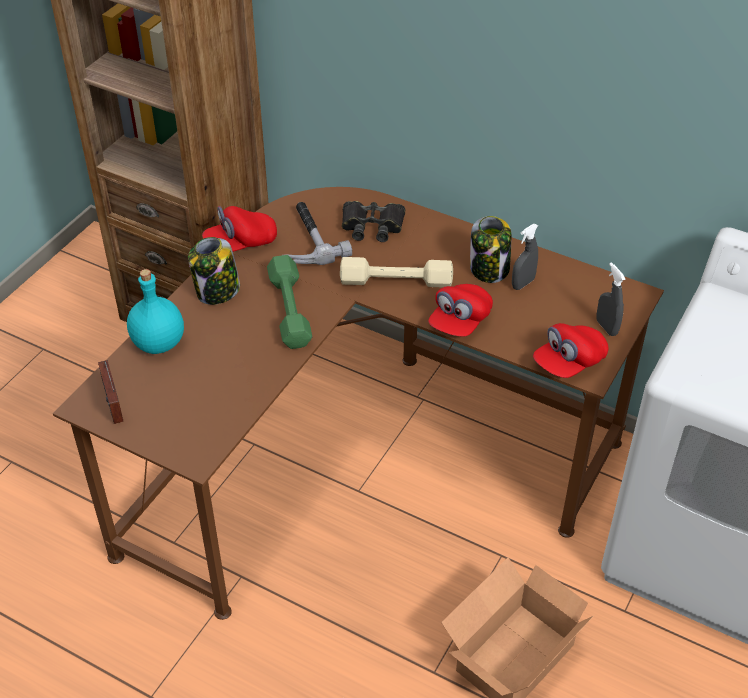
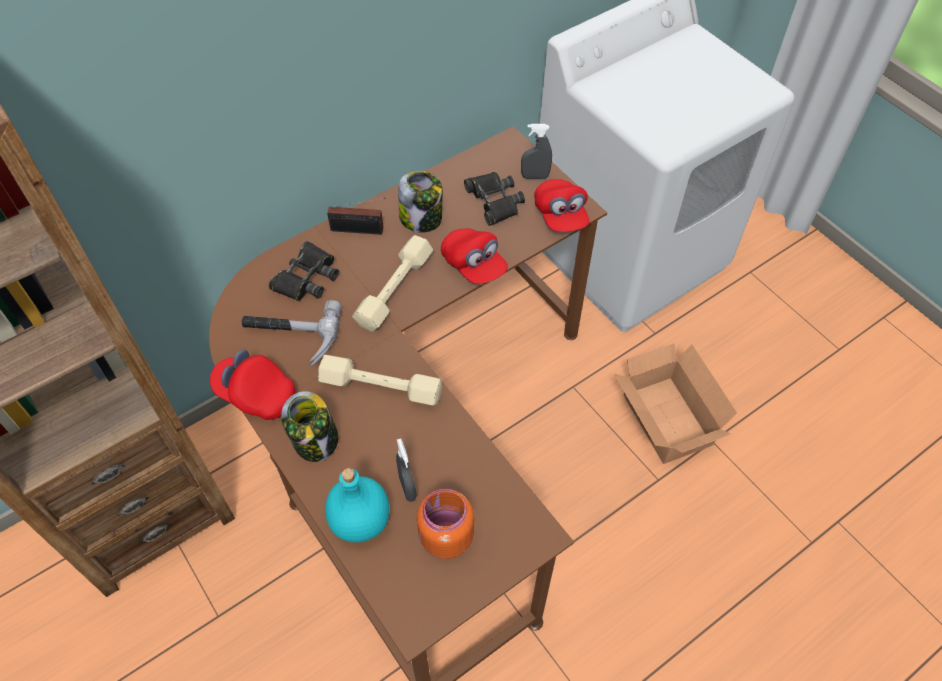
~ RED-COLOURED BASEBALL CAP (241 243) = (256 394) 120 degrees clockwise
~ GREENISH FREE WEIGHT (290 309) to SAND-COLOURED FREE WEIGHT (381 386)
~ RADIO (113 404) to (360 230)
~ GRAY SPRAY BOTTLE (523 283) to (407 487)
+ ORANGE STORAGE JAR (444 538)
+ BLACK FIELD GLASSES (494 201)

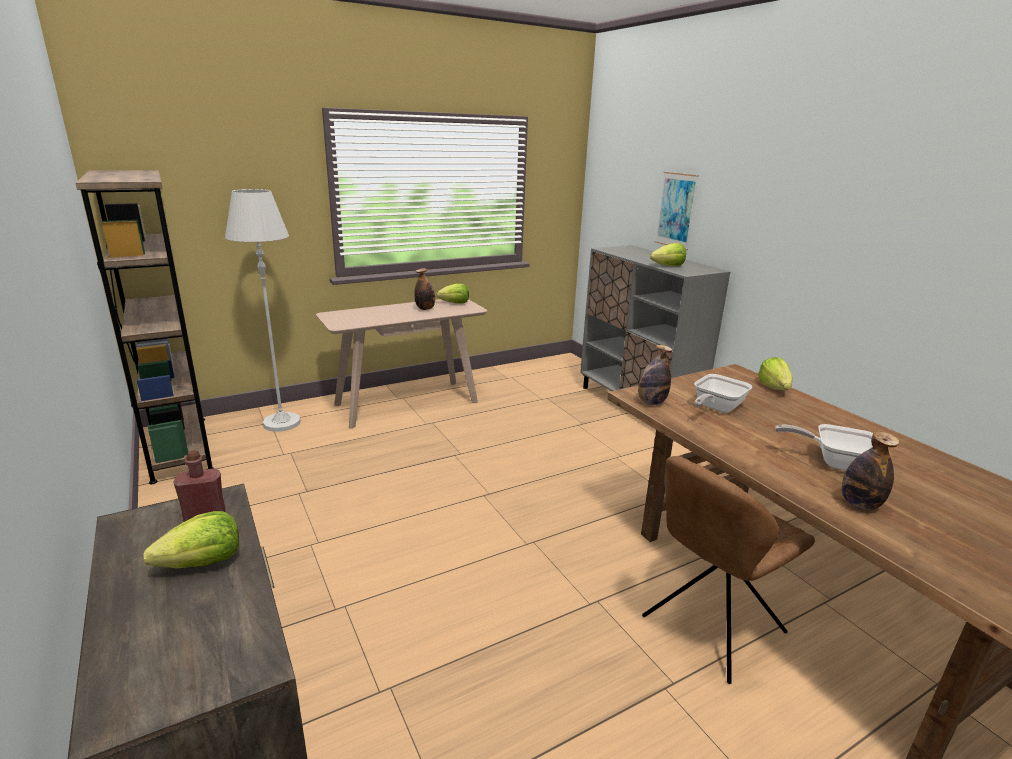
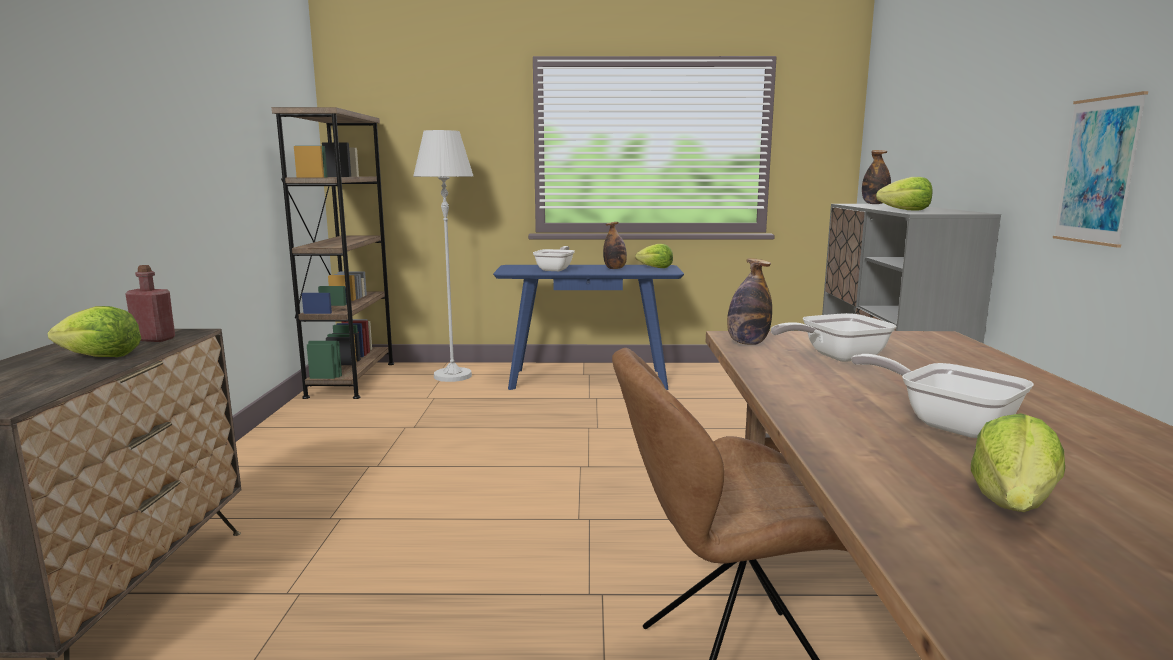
~ SAND-COLOURED NARROW TABLE (407 403) to BLUE NARROW TABLE (588 379)
+ FRYING PAN (556 269)
~ BOTTLE (859 504) to (874 204)
~ LETTUCE HEAD (774 388) to (1012 503)
~ PICTURE (676 210) to (1098 171)

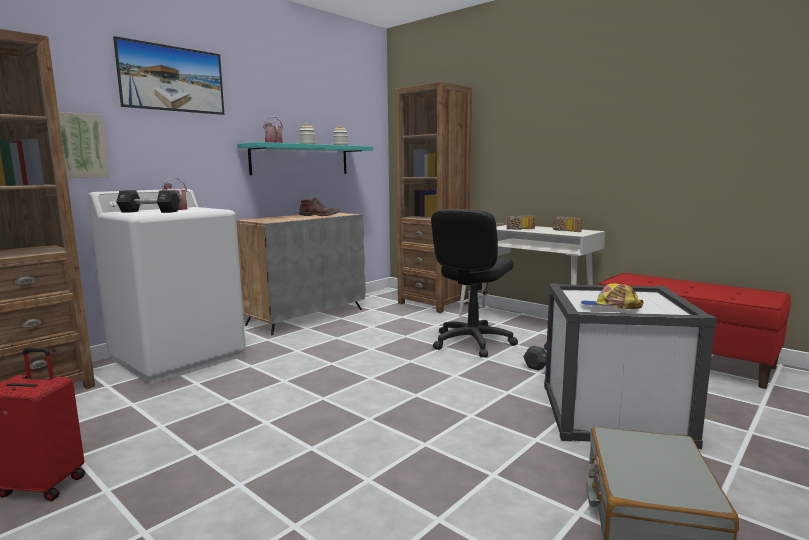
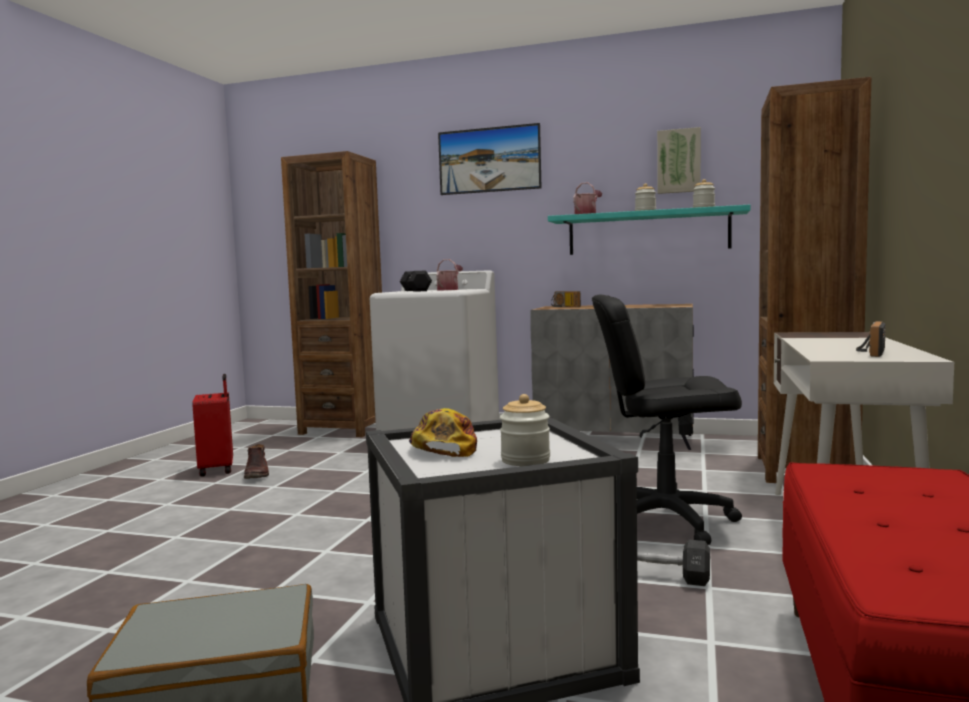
~ BROWN HIGH-TOP BOOT (319 215) to (257 474)
+ STORAGE JAR (525 460)
~ RADIO (520 229) to (564 307)
~ PICTURE (80 146) to (679 161)

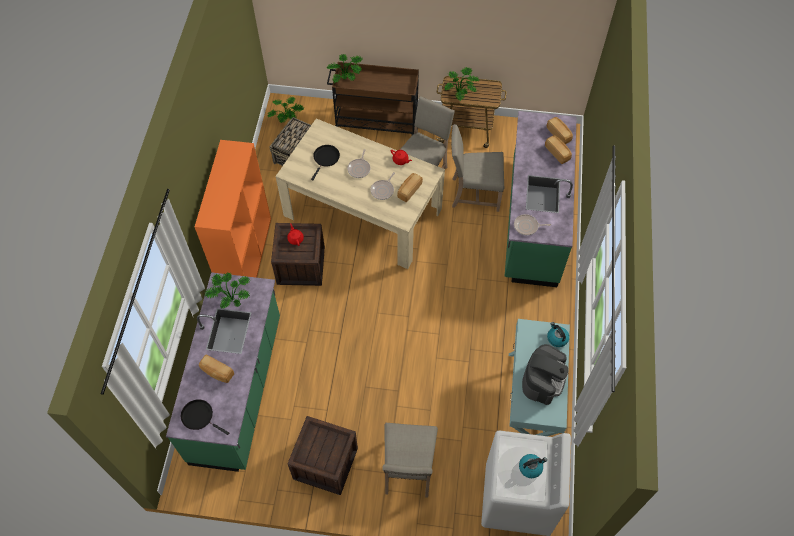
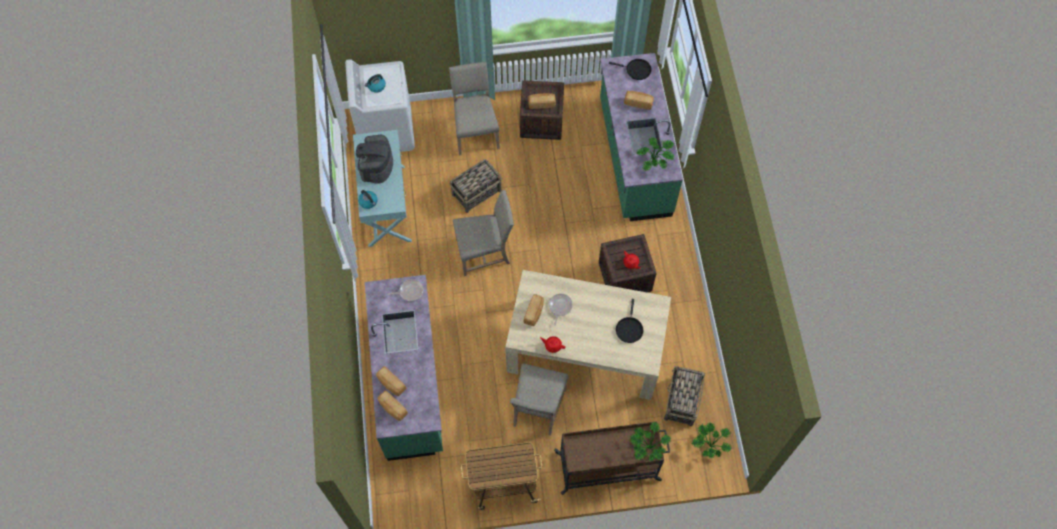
+ BASKET (477 192)
~ SAND-COLOURED UPRIGHT CHAIR (473 193) to (485 252)
+ BAKERY BREAD (541 104)
- ORANGE BOOKCASE (246 255)
- FRYING PAN (359 168)
- HOUSEPLANT (460 93)

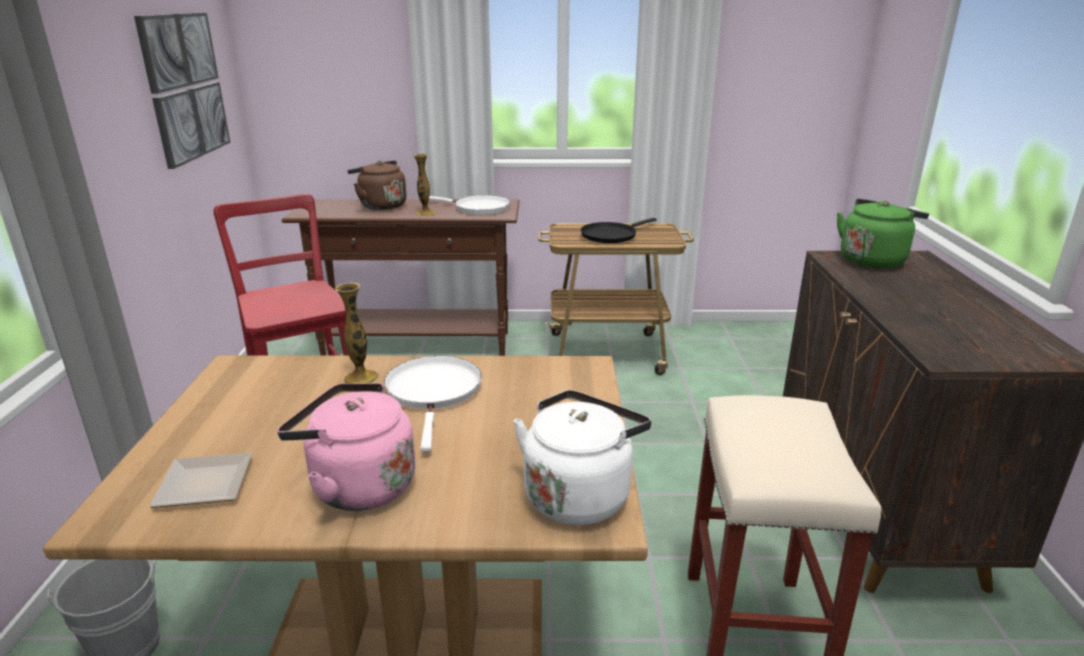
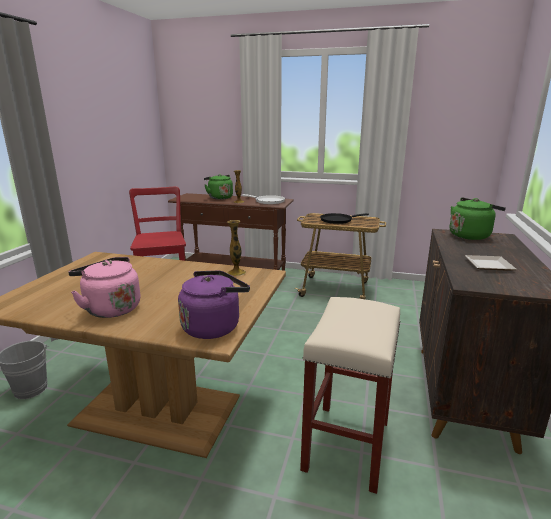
~ WHITE TEA KETTLE (579 494) to PURPLE TEA KETTLE (214 326)
~ BROWN TEA KETTLE (380 206) to GREENISH TEA KETTLE (219 197)
~ DECORATIVE VASE (361 378) to (236 272)
~ FLAT DISH (201 486) to (488 265)
- PICTURE (185 87)
- WHITE FRYING PAN (434 392)

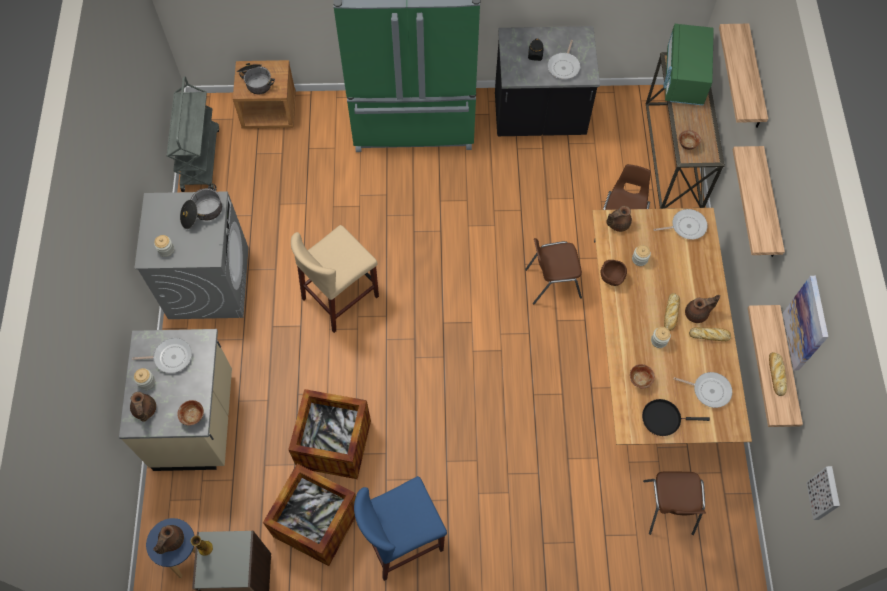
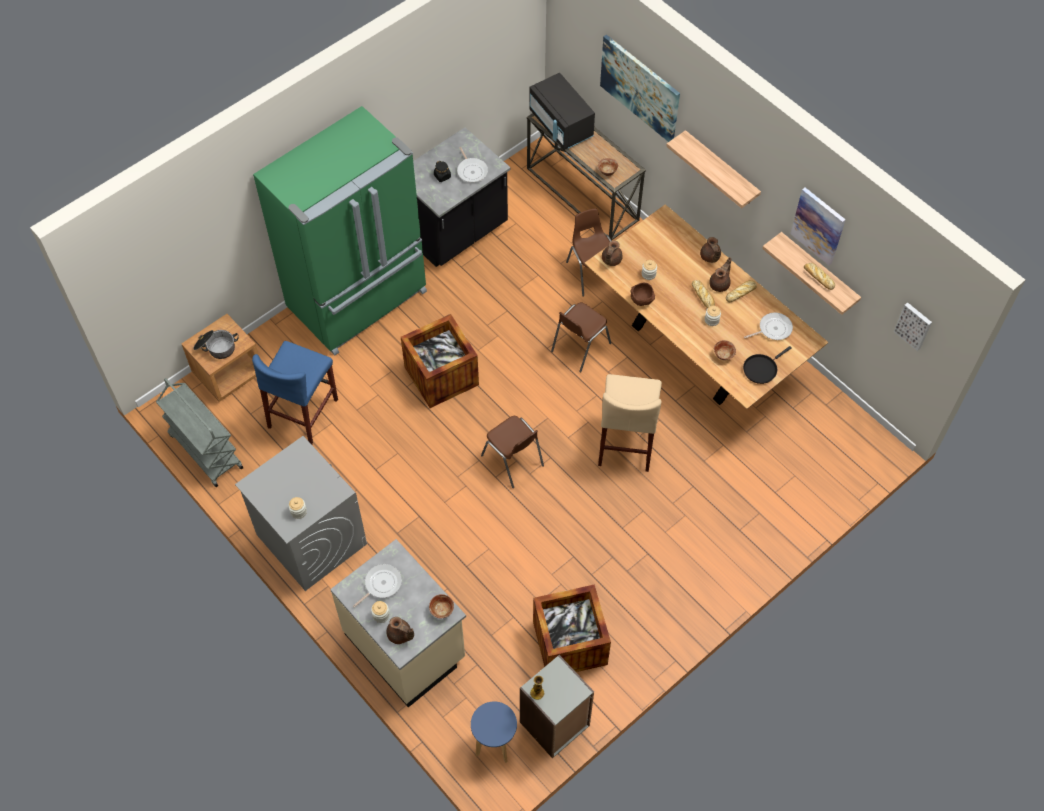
~ BLUE STOOL SEAT (402 539) to (303 413)
~ SHIPPING CRATE (334 444) to (441 376)
~ BROWN UPRIGHT CHAIR (668 508) to (513 461)
~ GREENISH MICROWAVE OVEN (684 78) to BLACK MICROWAVE OVEN (561 125)
~ SAND-COLOURED STOOL SEAT (340 297) to (626 443)
~ BRACKET SHELF (754 79) to PICTURE (640 88)
~ BROWN POT FOR TEA (171 540) to (710 257)
- COOKING POT (202 213)
- FRYING PAN (686 226)

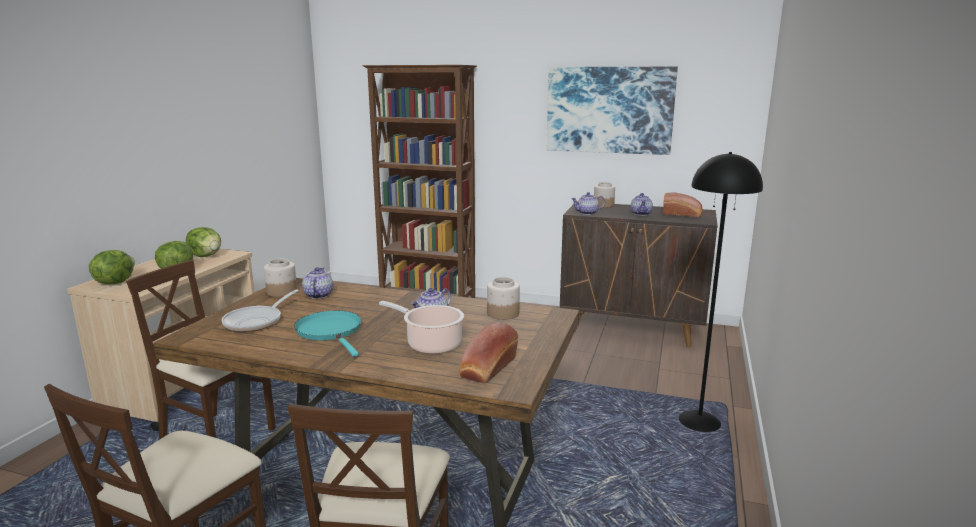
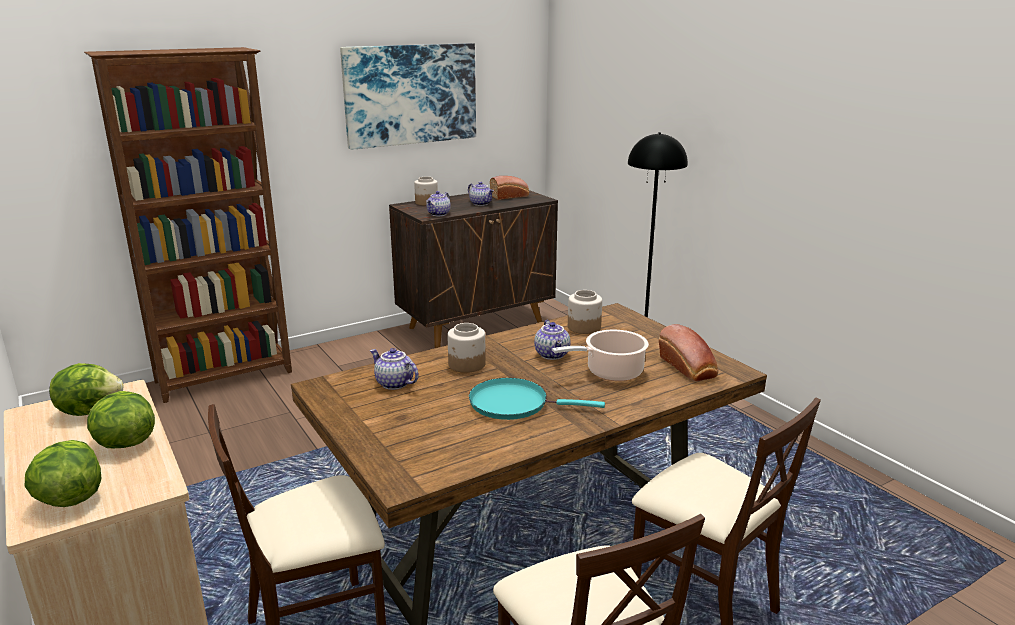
~ STORAGE JAR (281 292) to (466 364)
- FRYING PAN (257 321)

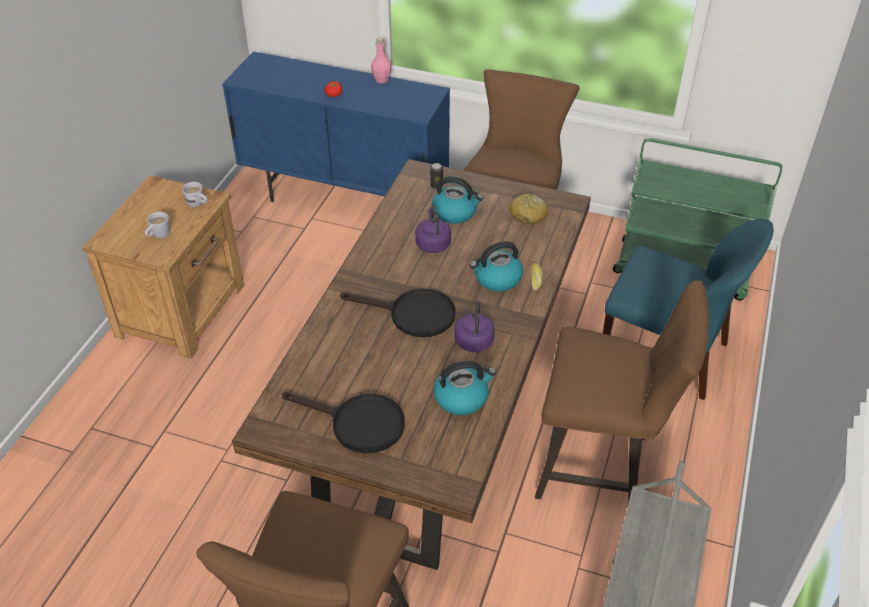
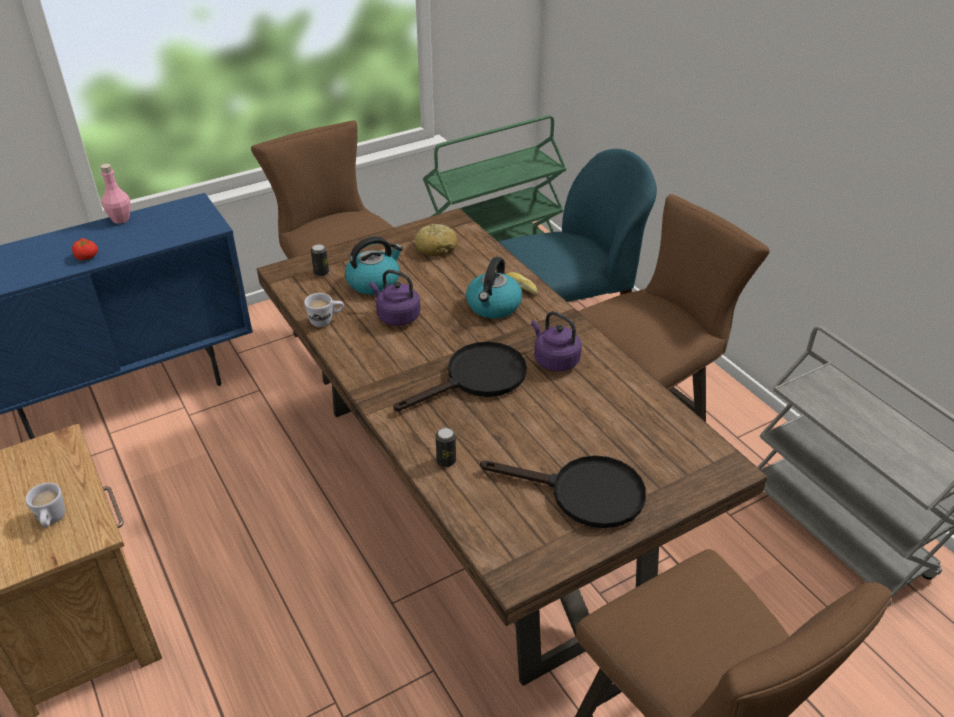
~ WHITE TEA MUG (198 204) to (326 321)
+ CAN (446 461)
~ BLACK FRYING PAN (358 424) = (584 494) 45 degrees clockwise
- TEA KETTLE (461 398)

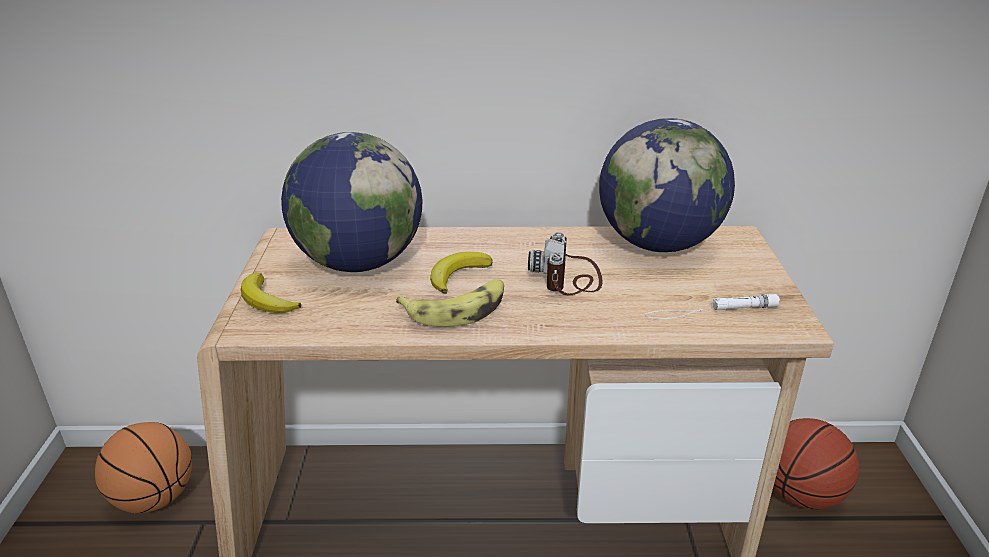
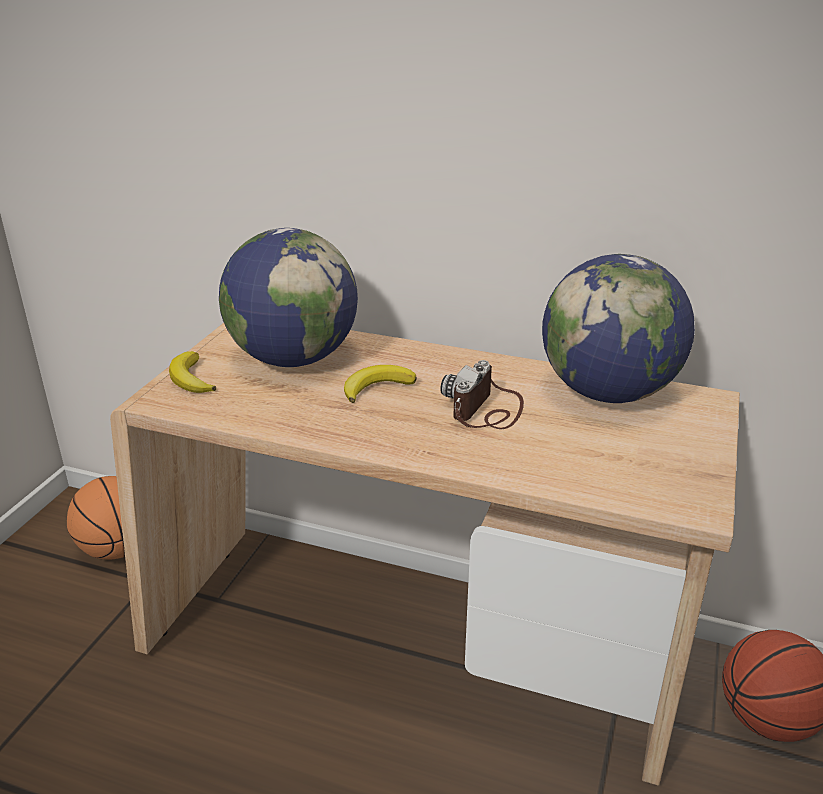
- BANANA FRUIT (457 310)
- WHITE FLASHLIGHT (711 311)

